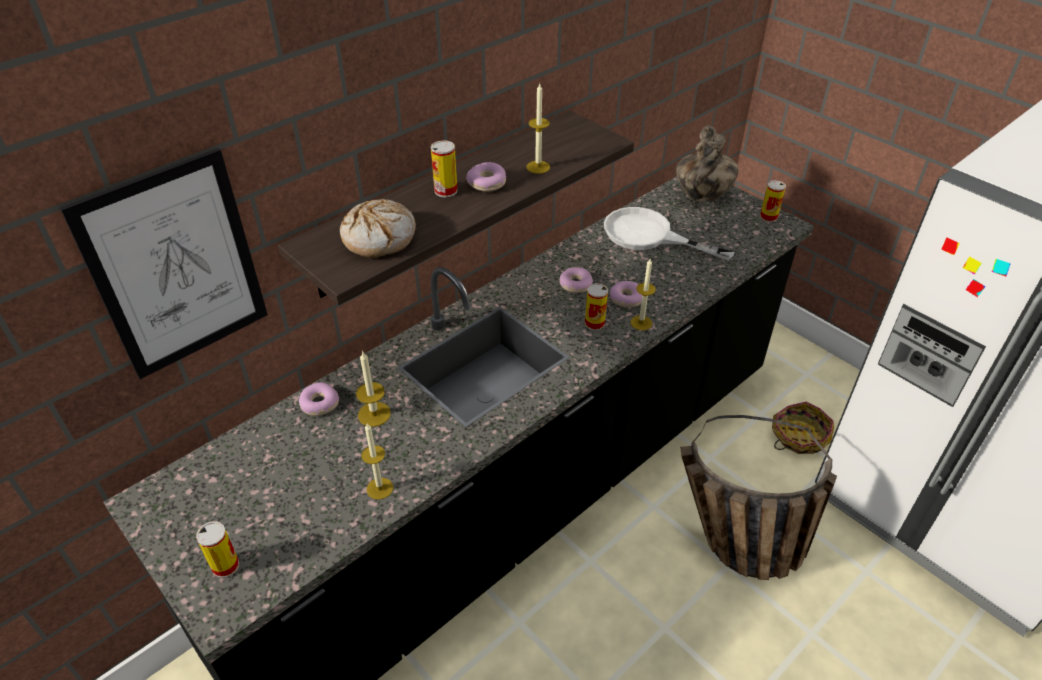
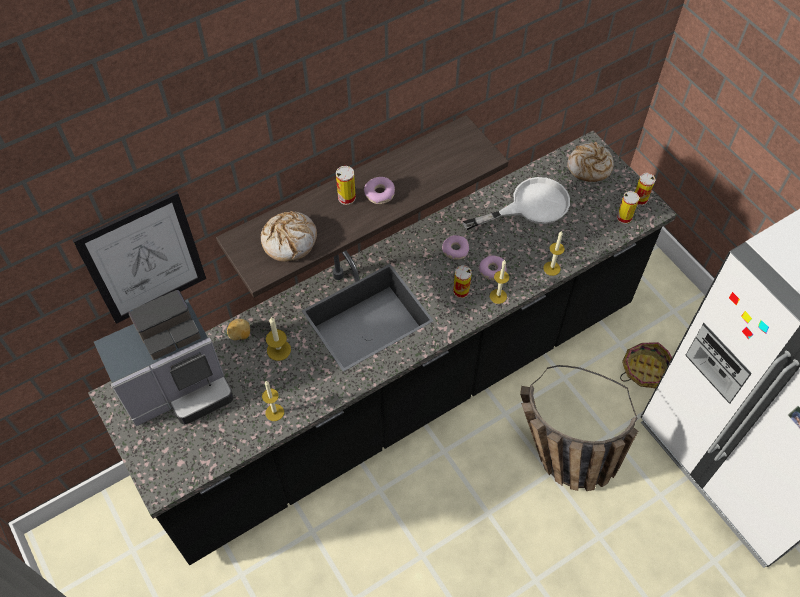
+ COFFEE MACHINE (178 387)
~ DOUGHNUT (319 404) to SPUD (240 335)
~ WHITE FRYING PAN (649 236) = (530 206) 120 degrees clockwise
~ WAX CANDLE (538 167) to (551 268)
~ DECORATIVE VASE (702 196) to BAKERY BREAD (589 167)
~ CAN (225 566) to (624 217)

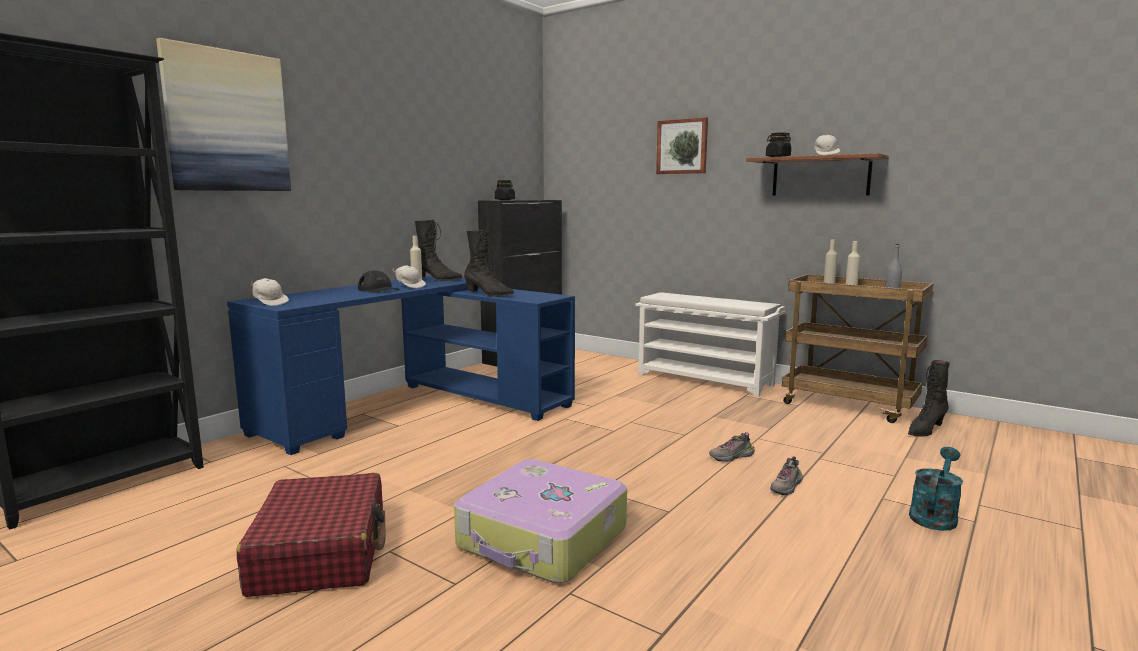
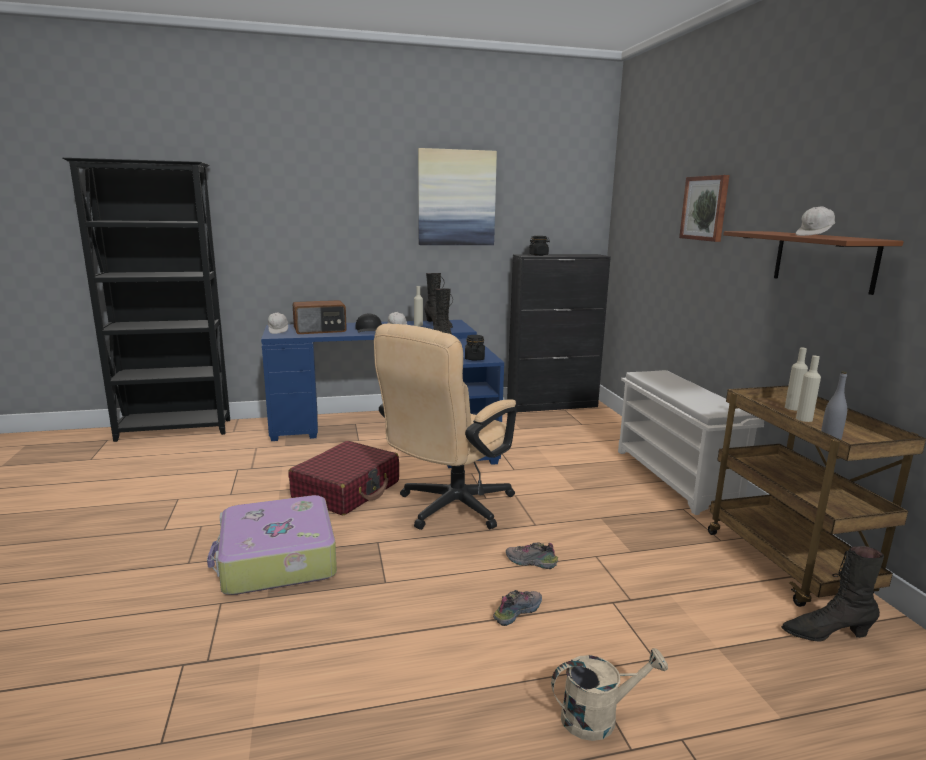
~ RED-COLOURED SUITCASE (321 552) to (347 490)
+ RADIO (320 330)
+ SAND-COLOURED COMPUTER CHAIR (448 509)
~ PICTURE (227 121) to (456 198)
~ BLACK STORAGE JAR (777 157) to (474 358)
~ SHOE (786 487) = (517 612) 150 degrees clockwise
~ TURQUOISE-COLOURED WATERING CAN (934 515) to SAND-COLOURED WATERING CAN (598 717)

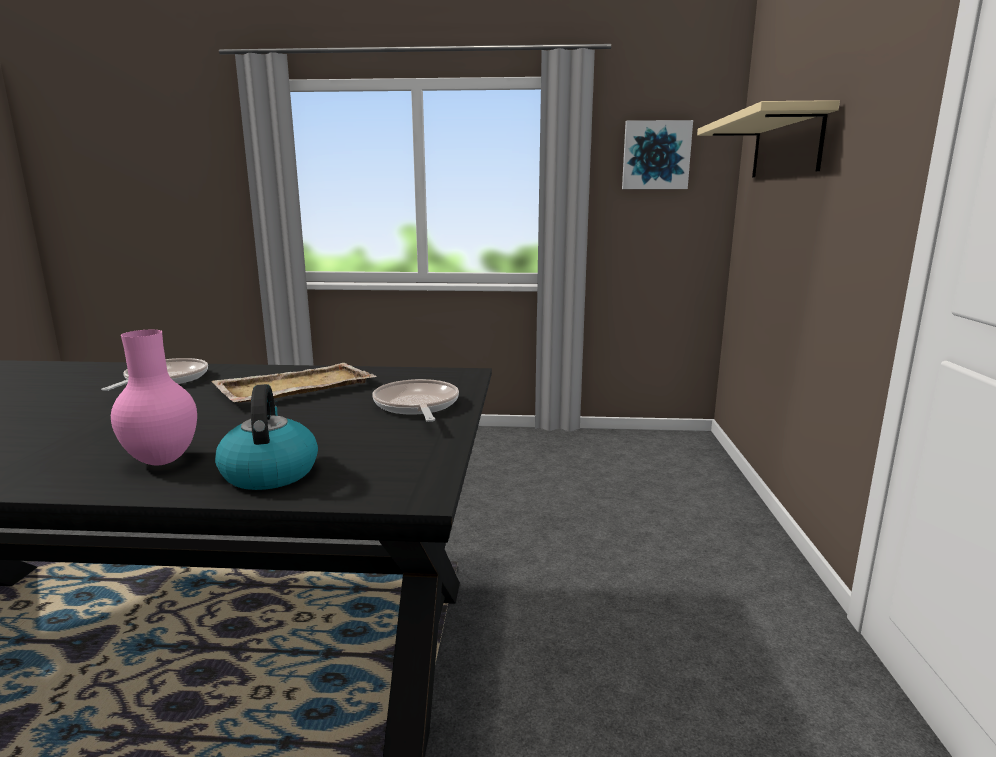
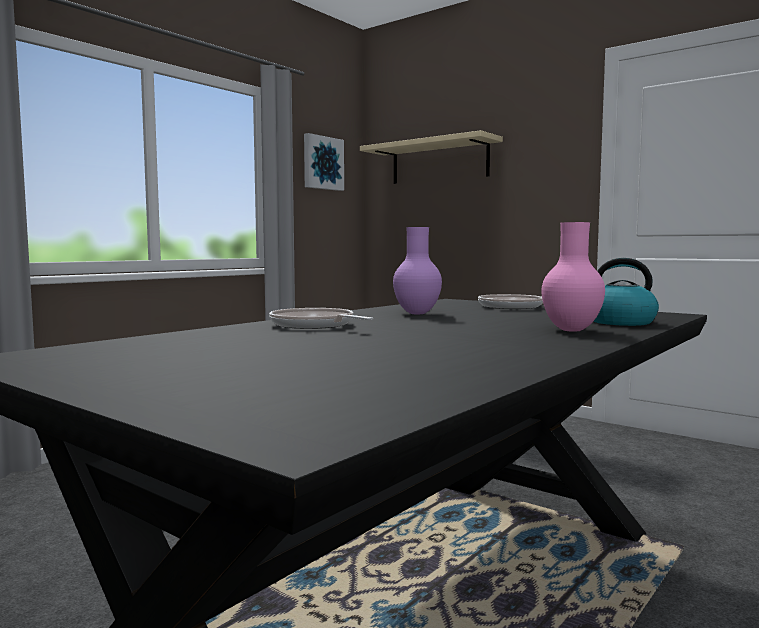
~ SAND-COLOURED TRAY (294 387) to PURPLE DECORATIVE VASE (418 313)

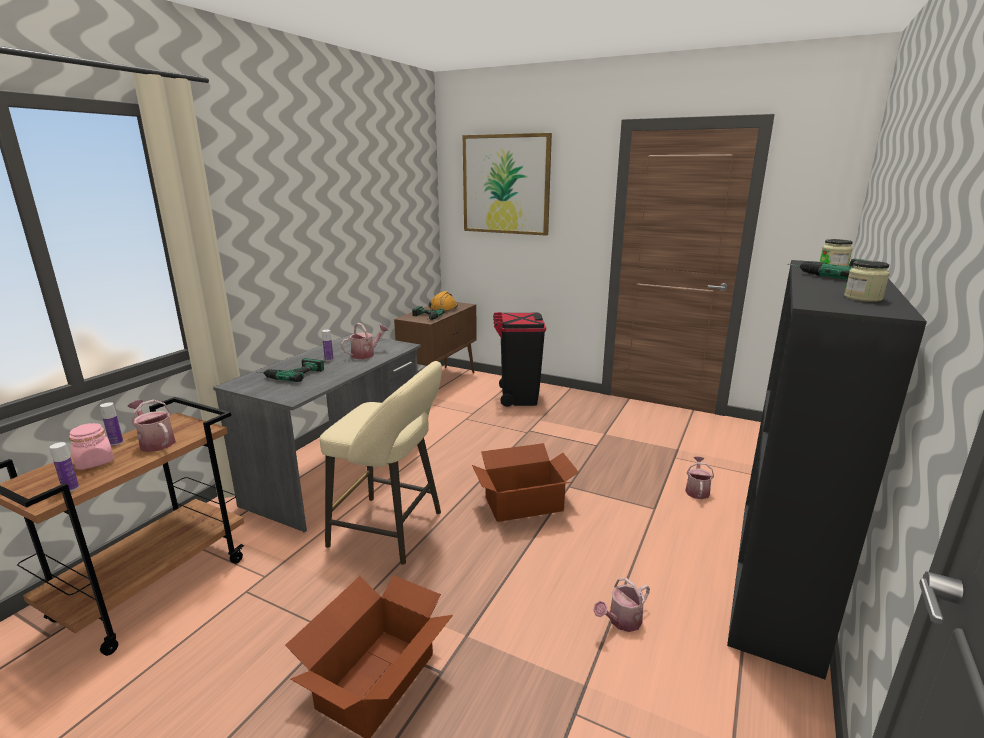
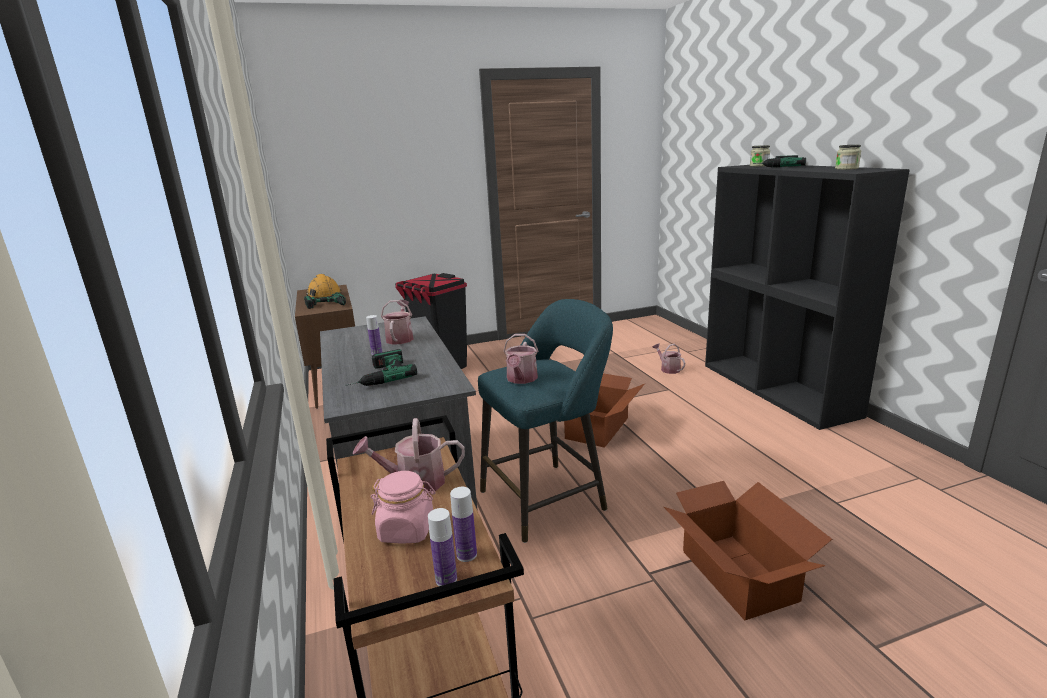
~ BOTTLE (116 442) to (446 579)
~ SAND-COLOURED STOOL SEAT (392 531) to TURQUOISE-COLOURED STOOL SEAT (548 498)
~ WATERING CAN (621 621) to (521 379)
- PICTURE (506 184)

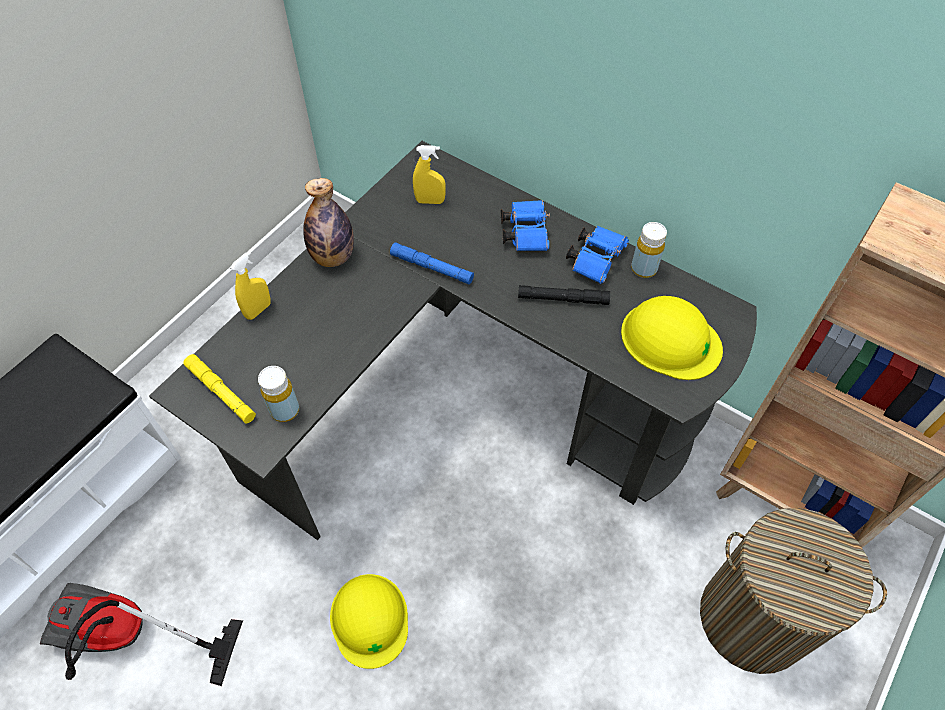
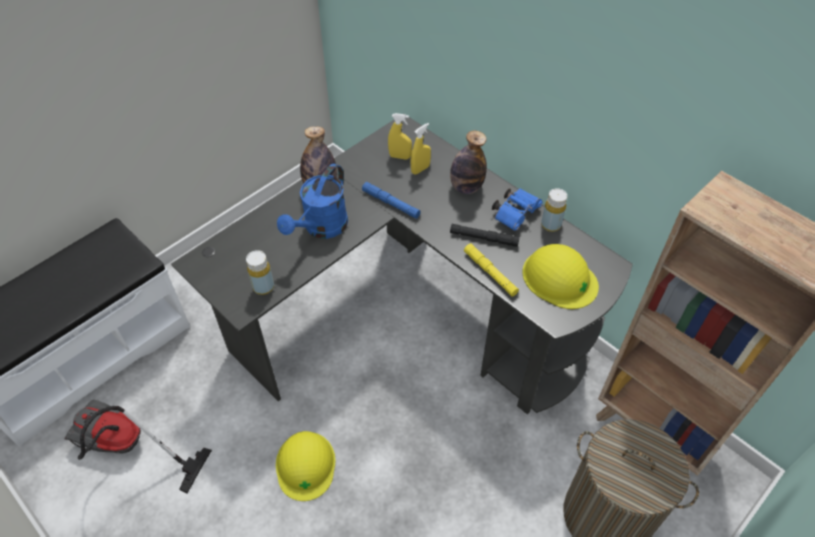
+ BLUE WATERING CAN (321 228)
~ YELLOW SPRAY BOTTLE (258 310) to (420 169)
~ BLUE FIELD GLASSES (525 232) to BOTTLE (466 187)
~ YELLOW FLASHLIGHT (221 392) to (490 273)

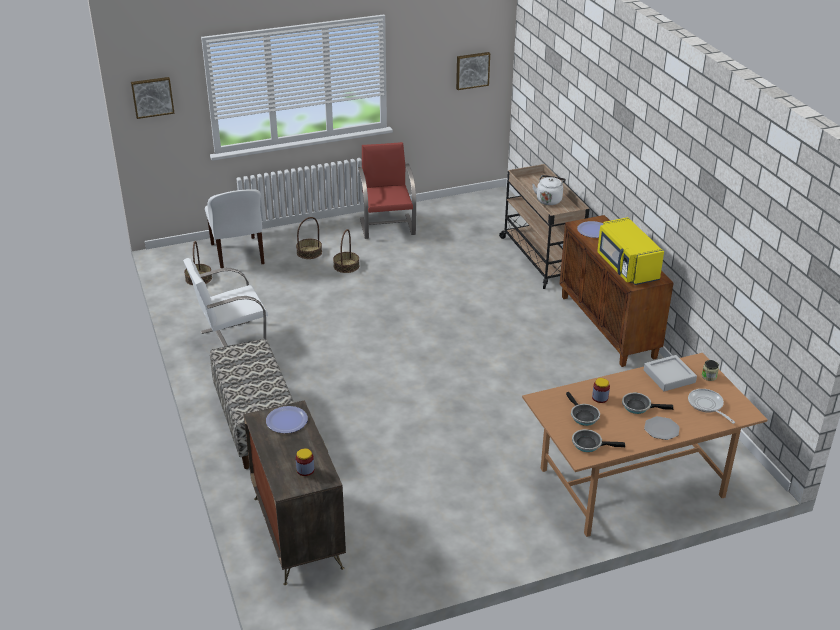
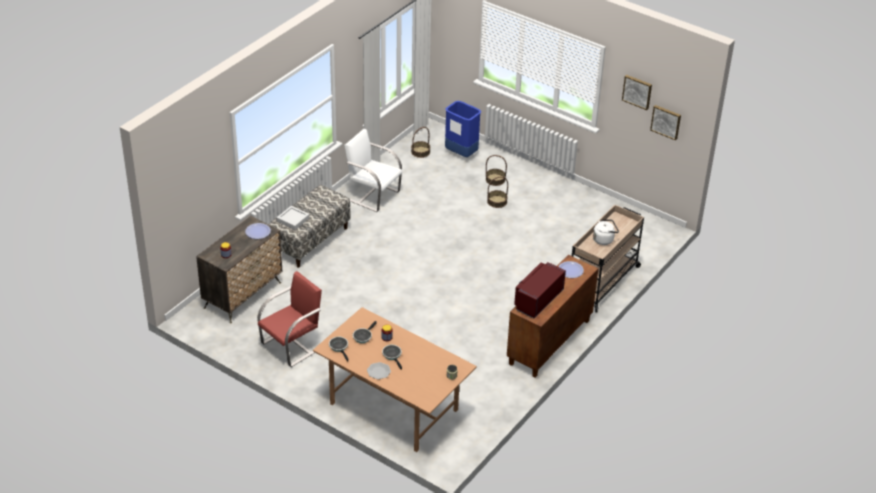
~ RED-COLOURED UPRIGHT CHAIR (387 226) to (292 346)
~ GRAY TRAY (669 376) to (293 220)
~ WHITE UPRIGHT CHAIR (238 255) to BLUE RUBBISH BIN (461 153)
~ YELLOW MICROWAVE OVEN (626 267) to RED-COLOURED MICROWAVE OVEN (537 300)
~ PICTURE (152 97) to (637 91)
- FRYING PAN (707 405)

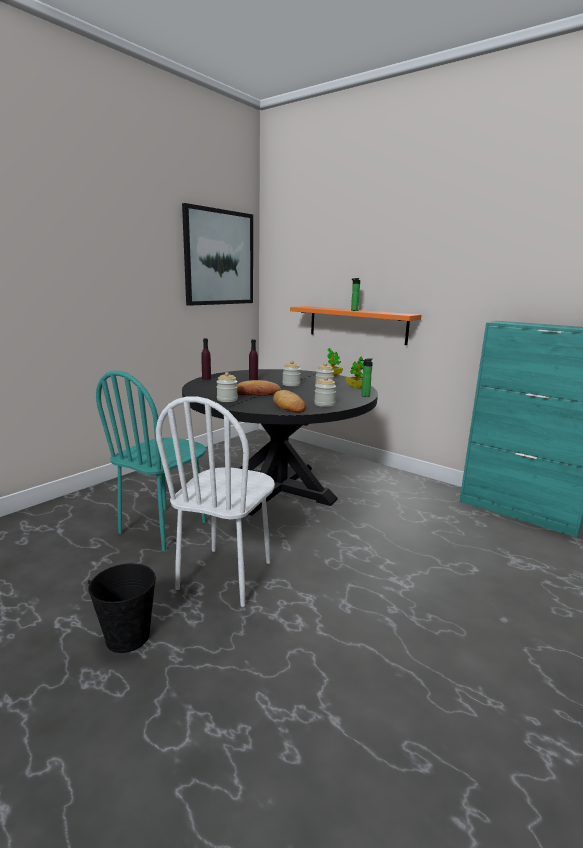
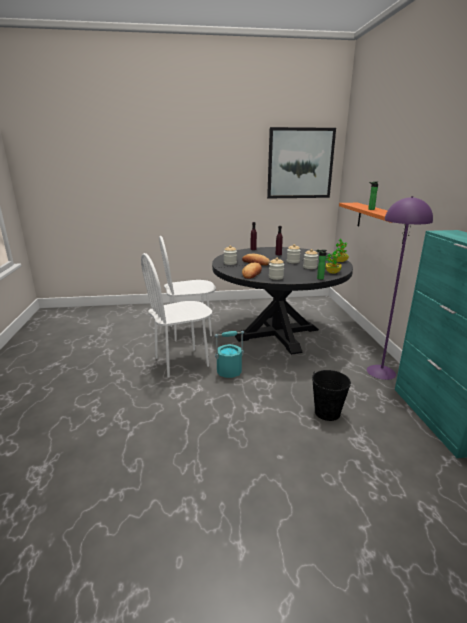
~ TURQUOISE-COLOURED UPRIGHT CHAIR (163 527) to WHITE UPRIGHT CHAIR (190 331)
+ TURQUOISE-COLOURED PAIL (229 372)
~ BLACK PAIL (127 636) to (327 412)
+ PURPLE FLOOR LAMP (381 372)

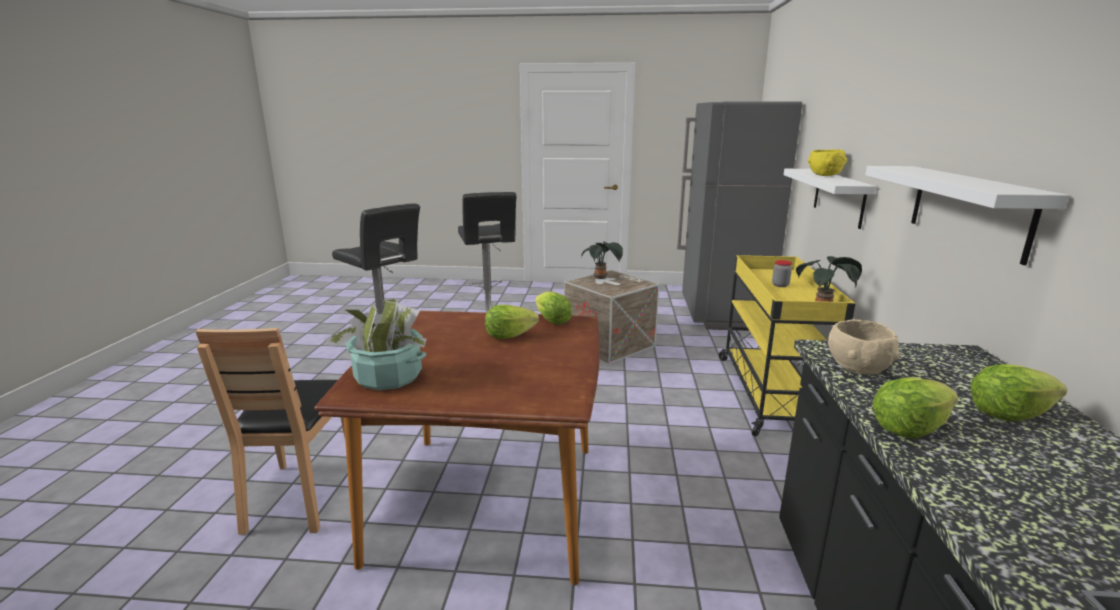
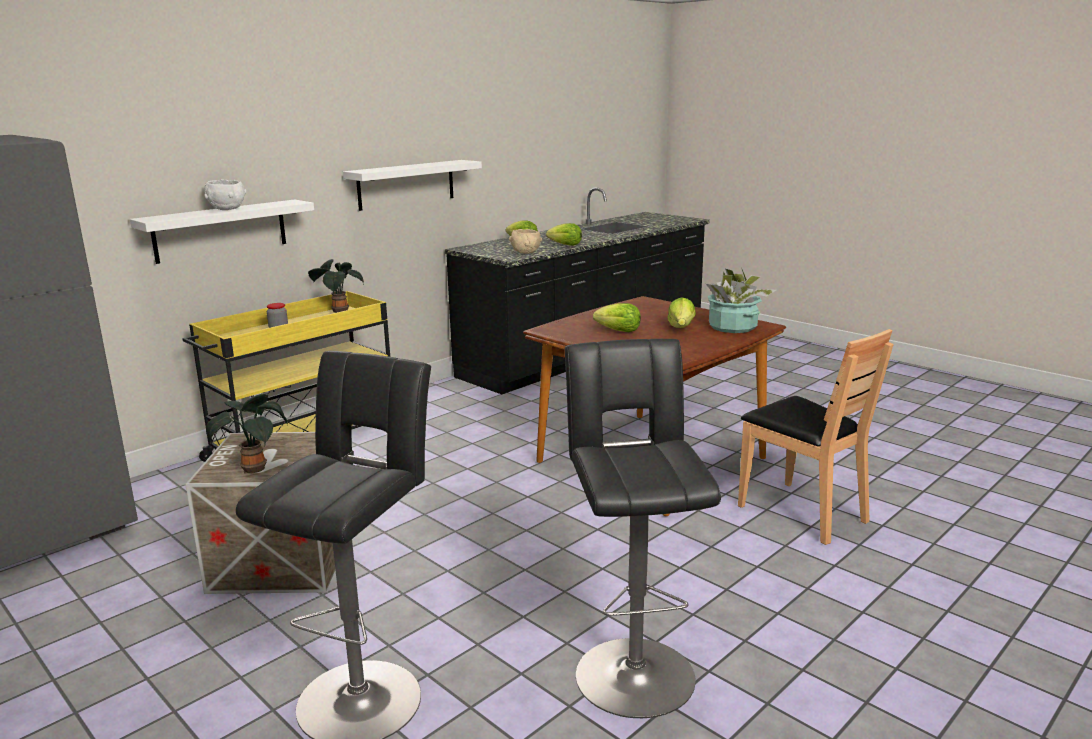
~ YELLOW DEEP DISH (824 175) to WHITE DEEP DISH (226 209)
~ LETTUCE HEAD (552 321) to (681 328)
~ BROWN UPRIGHT CHAIR (301 496) = (802 512) 105 degrees clockwise

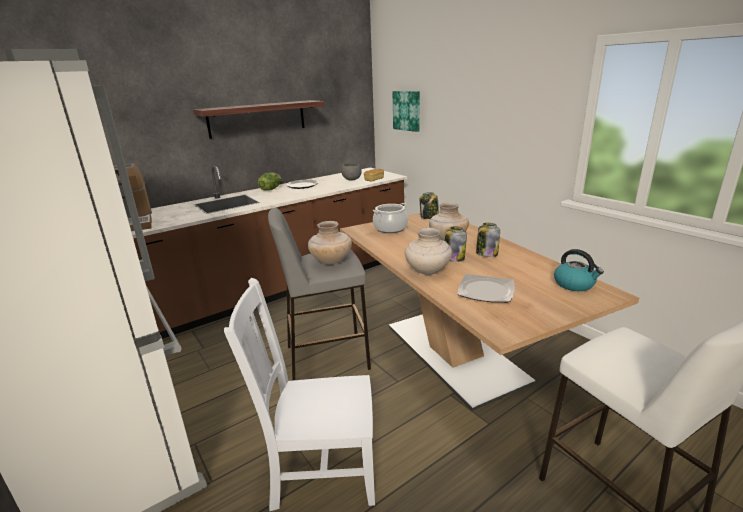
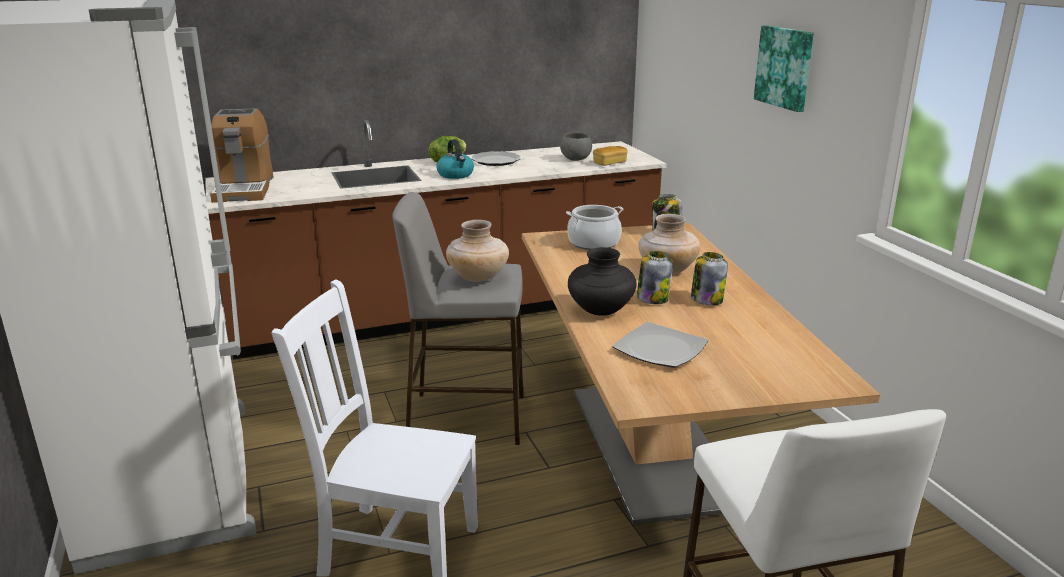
~ TEA KETTLE (574 284) to (456 175)
~ SAND-COLOURED DECORATIVE VASE (427 271) to BLACK DECORATIVE VASE (600 310)
~ PICTURE (407 110) to (785 67)
- BRACKET SHELF (257 118)

